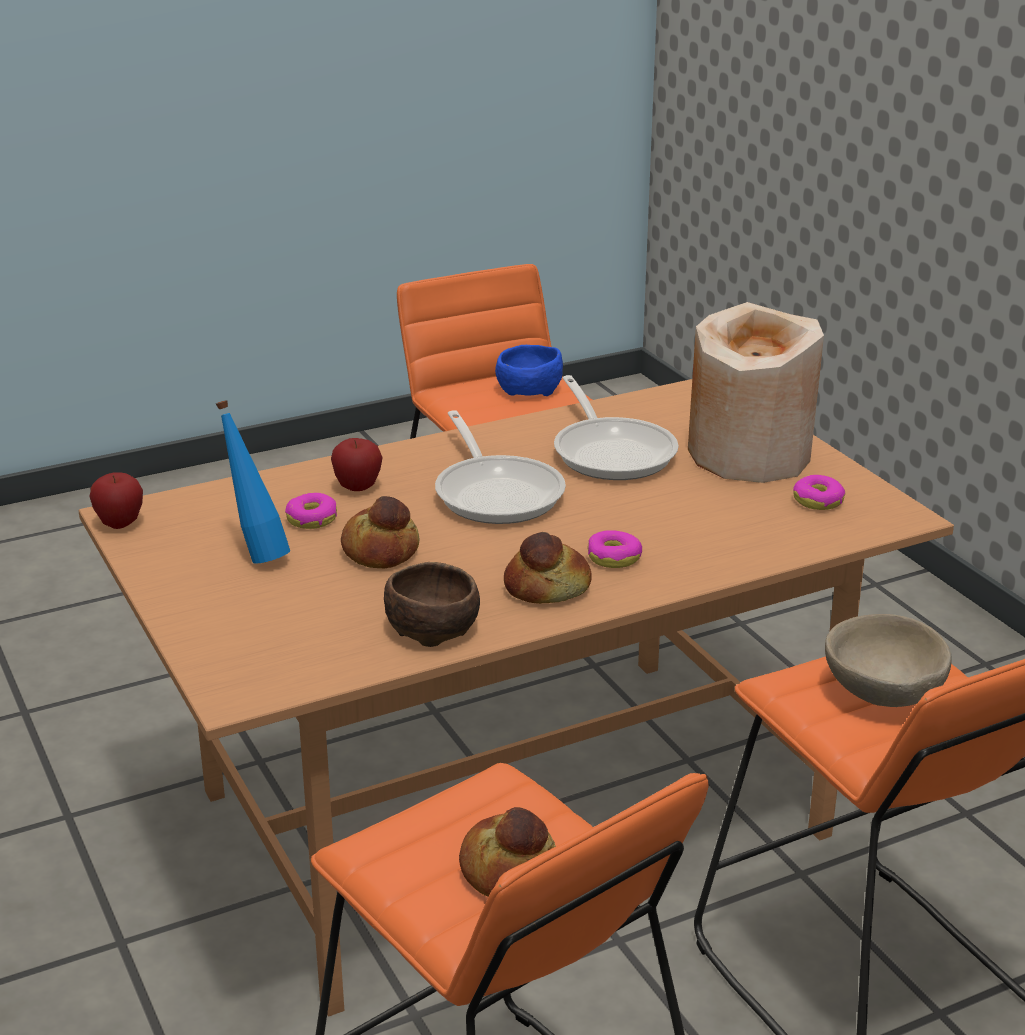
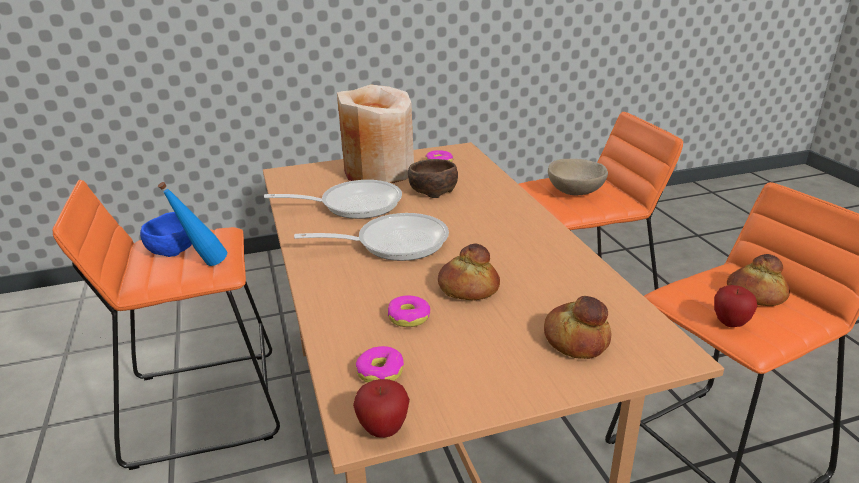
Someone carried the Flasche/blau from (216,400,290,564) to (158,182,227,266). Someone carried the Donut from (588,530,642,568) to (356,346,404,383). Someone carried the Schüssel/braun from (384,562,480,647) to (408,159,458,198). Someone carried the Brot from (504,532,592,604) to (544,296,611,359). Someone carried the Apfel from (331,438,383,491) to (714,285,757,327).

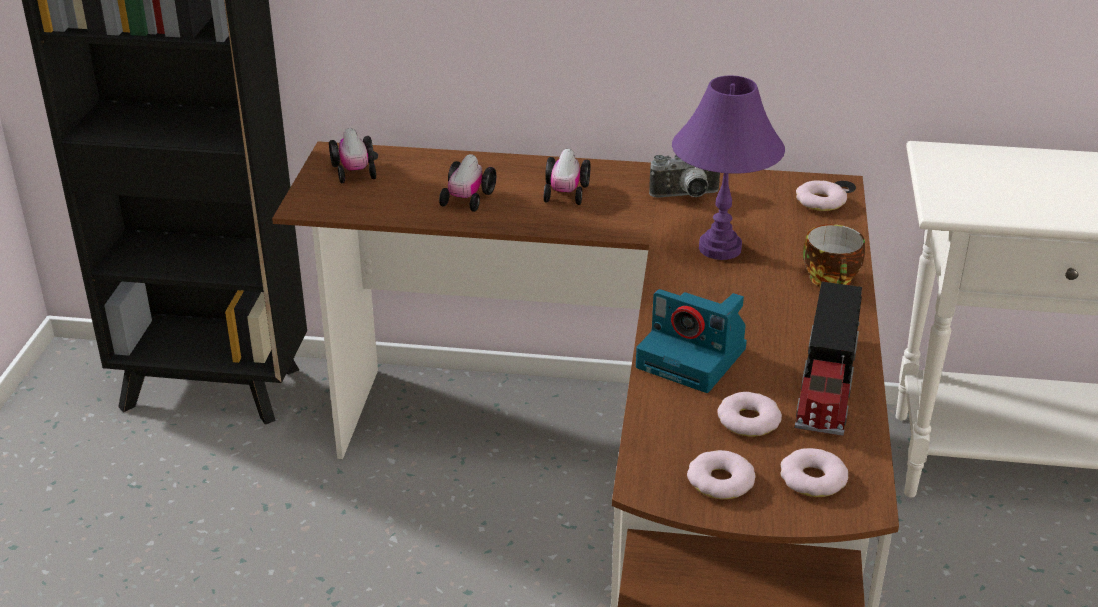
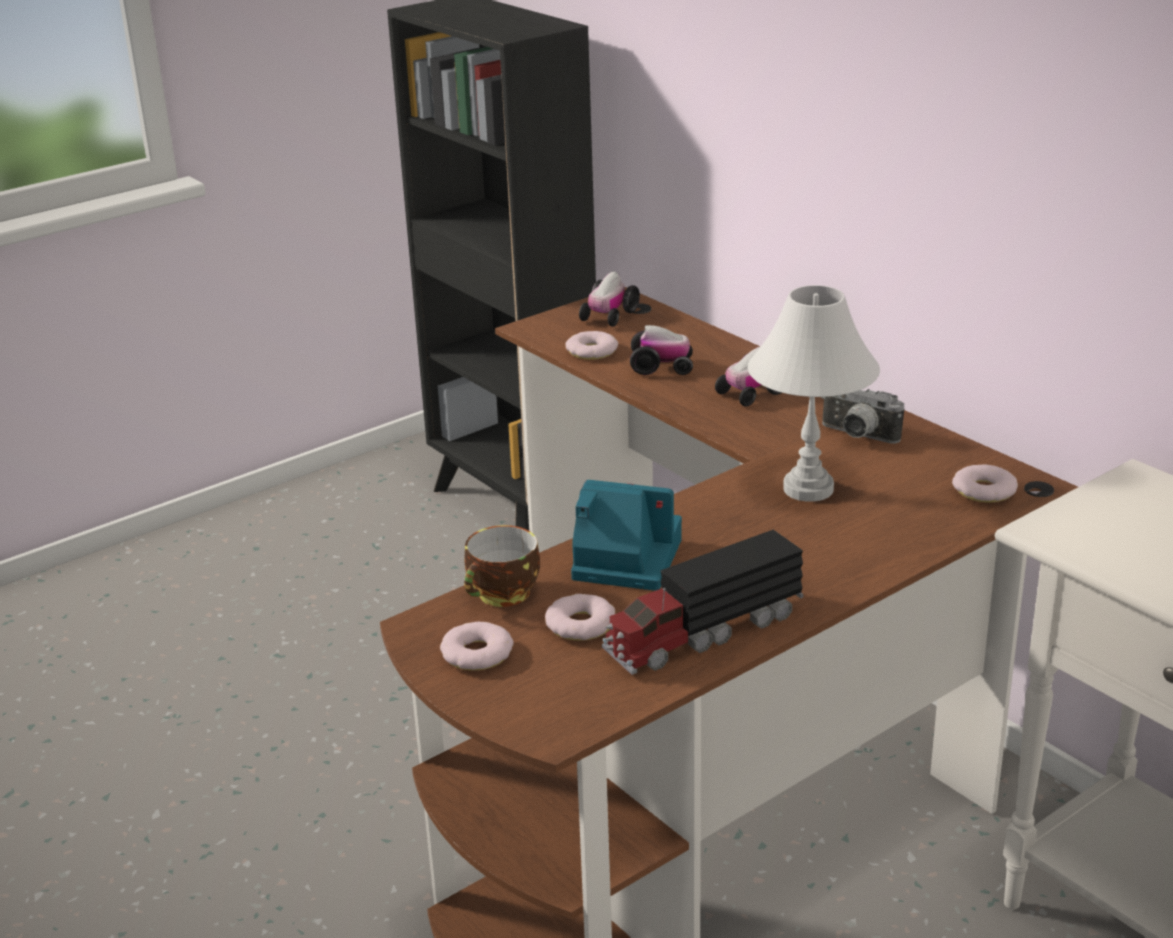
Someone carried the Tasse from (803,224,865,287) to (464,525,540,607). Someone carried the Donut from (781,448,848,497) to (565,331,618,360). Someone rotated the Kamera at (636,289,747,393) by 120 degrees clockwise. Someone rotated the Spielzeugauto at (439,154,497,212) by 150 degrees counterclockwise. Someone repainted the Tischlampe/lila at (672,76,785,260), which became the Tischlampe/weiß at (748,285,880,502).

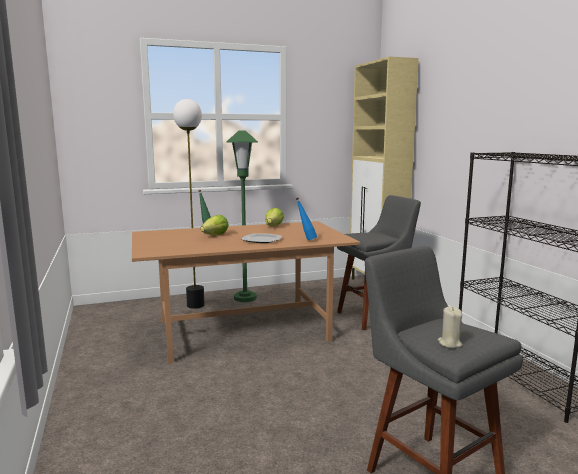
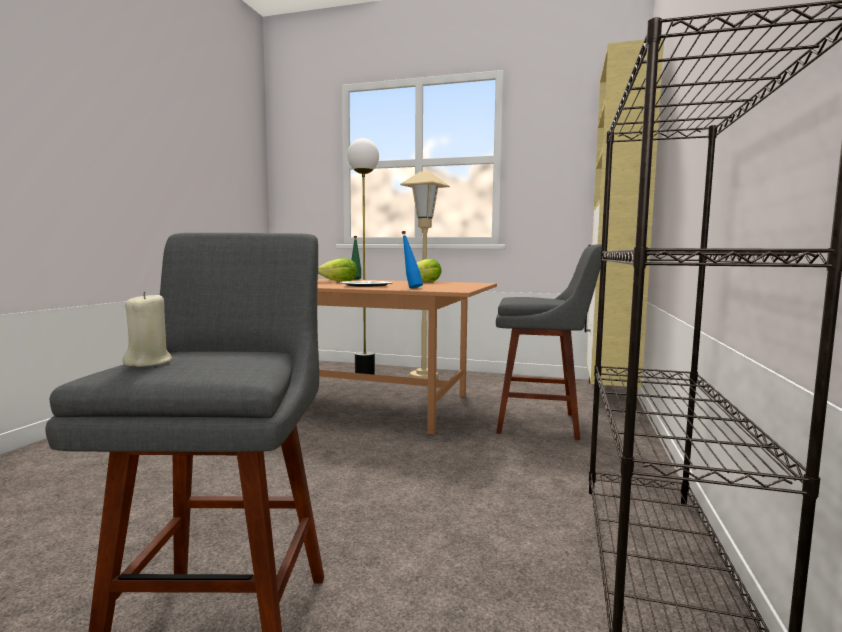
Someone repainted the Stehlampe/grün at (226,131,258,302), which became the Stehlampe/beige at (400,171,450,379).

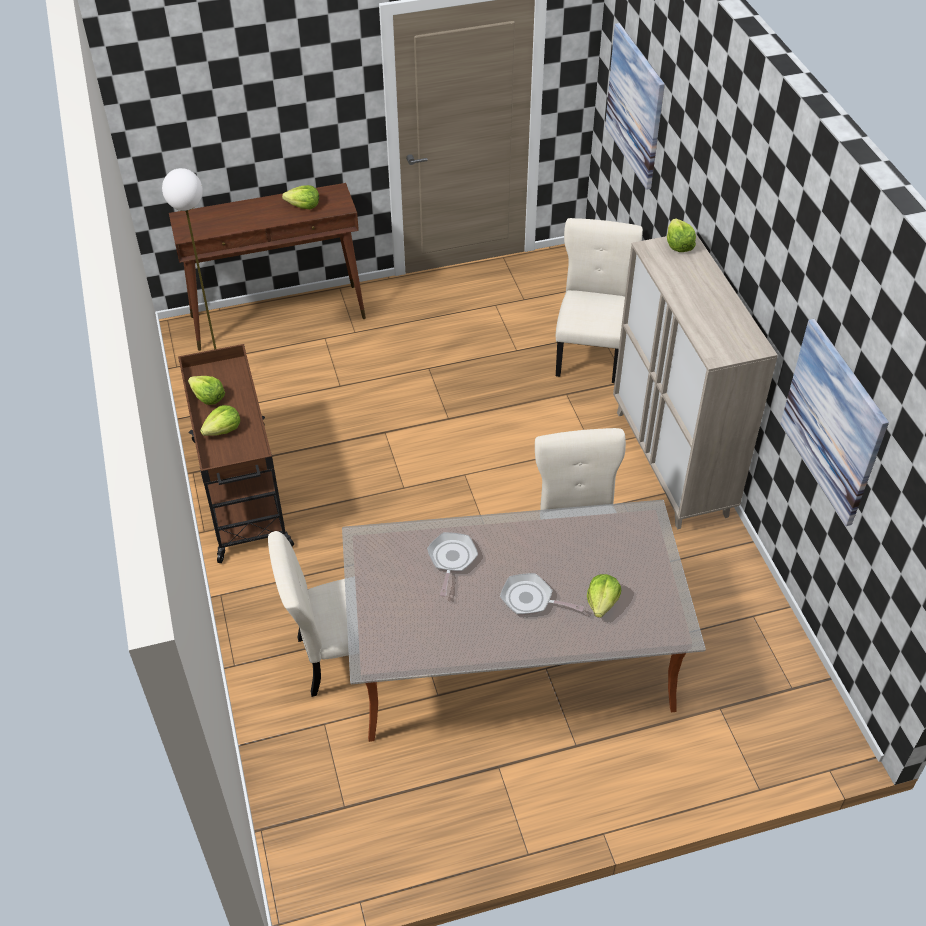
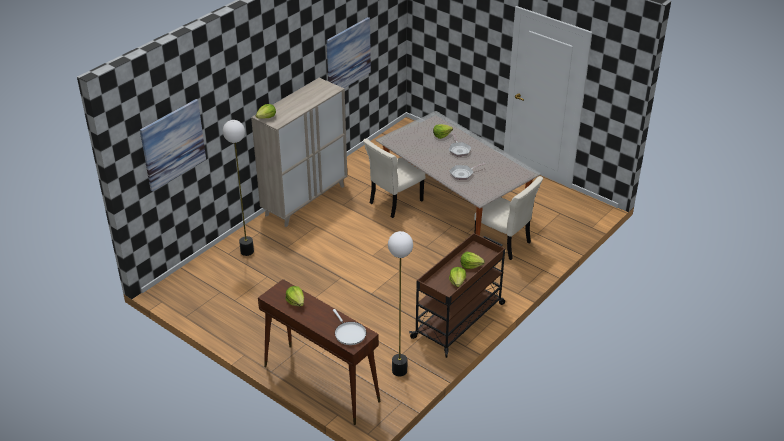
Someone swapped the Stuhl/beige at (556,218,643,383) for the Stehlampe at (223,120,254,256). Someone put down the Pfanne/weiß at (333,309,366,345).

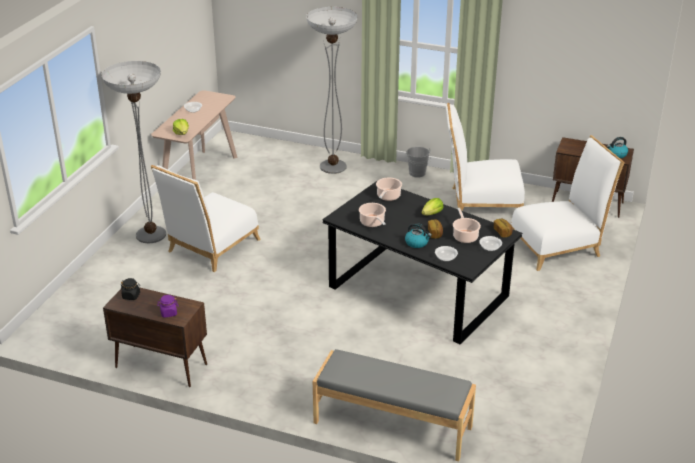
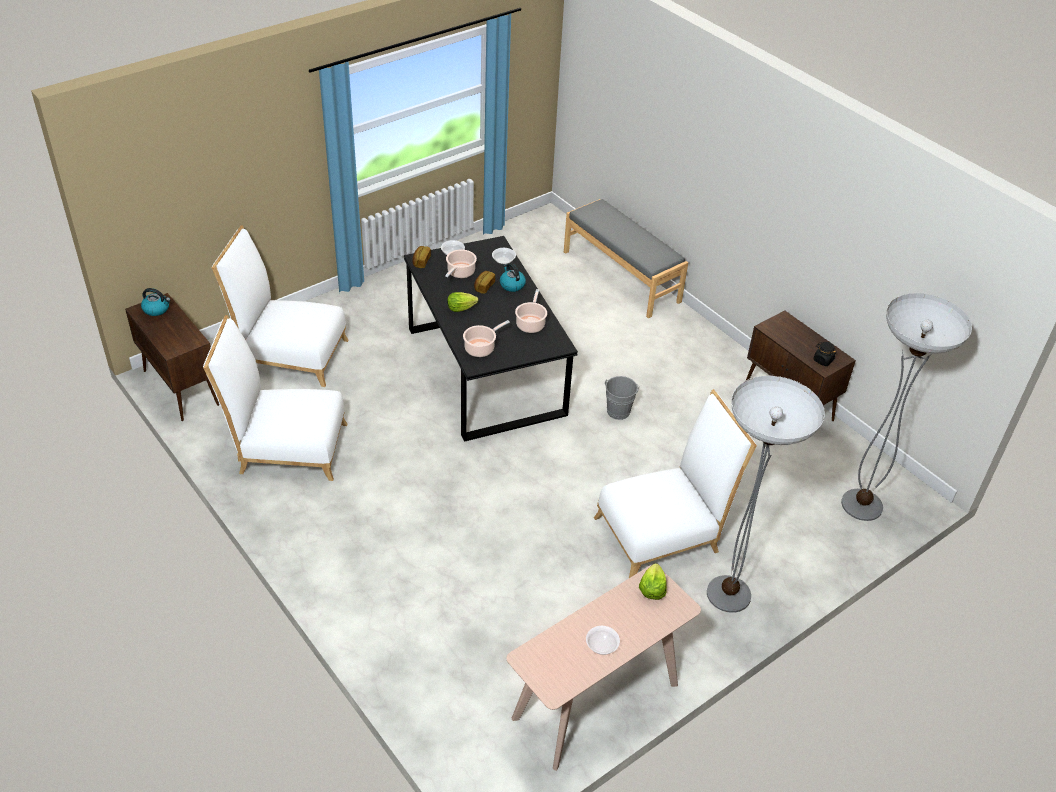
Someone rotated the Stuhl/weiß at (446,103,525,211) by 150 degrees clockwise. Someone carried the Eimer/grau from (406,146,431,178) to (605,376,639,420). Someone carried the Stehlampe from (306,7,358,174) to (841,293,972,521). Someone took away the Vorratsglas/lila at (157,295,178,318).

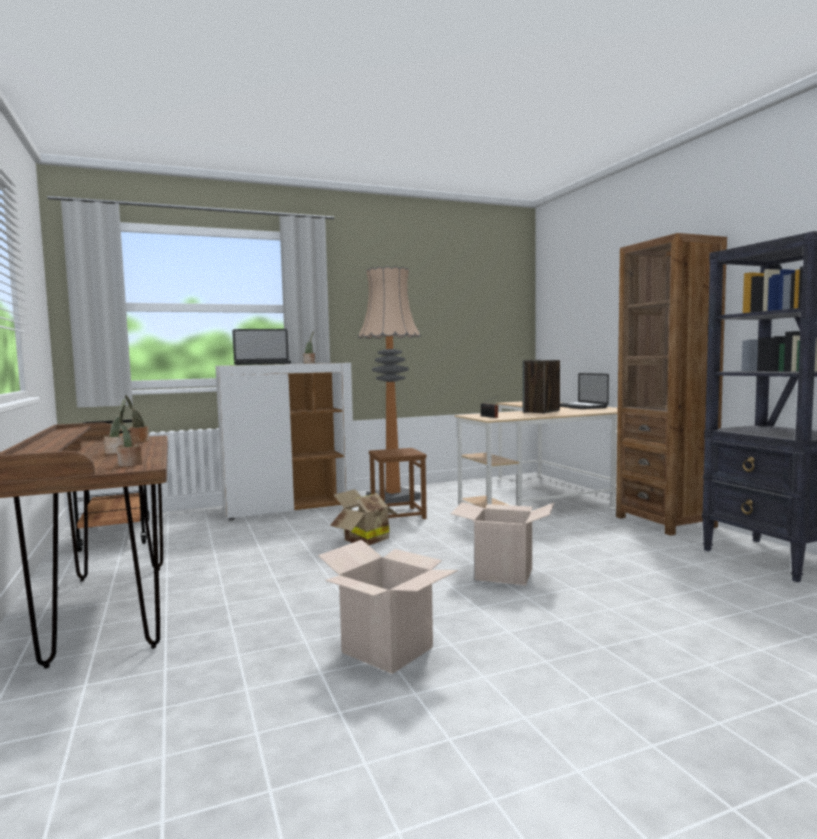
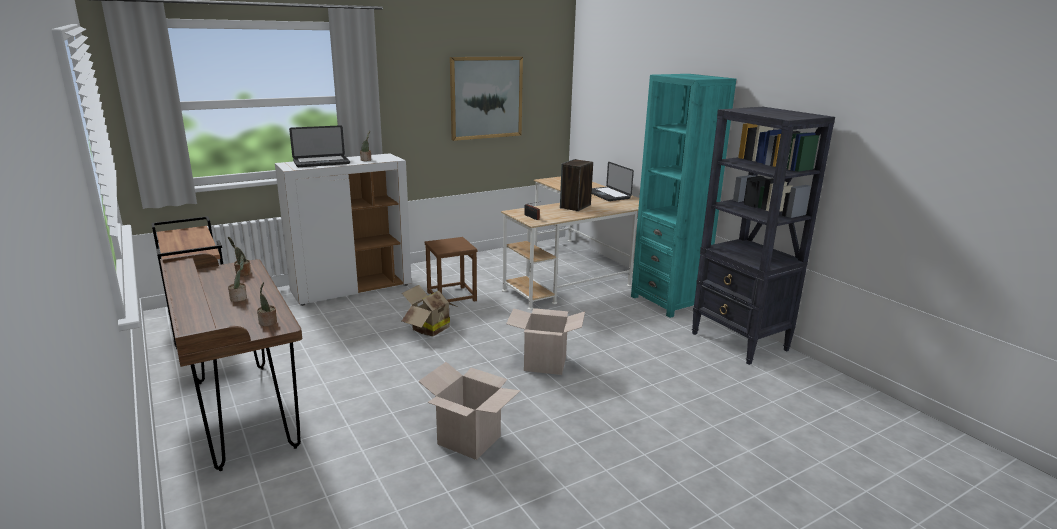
Someone put up the Bild at (450,56,523,141). Someone repainted the Bücherregal/braun at (616,233,727,535), which became the Bücherregal/türkis at (631,74,736,318). Someone took away the Stehlampe at (358,266,421,504).

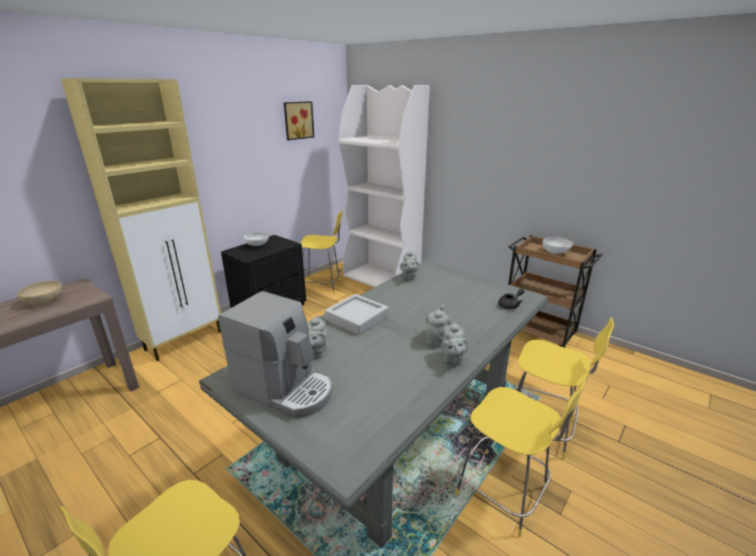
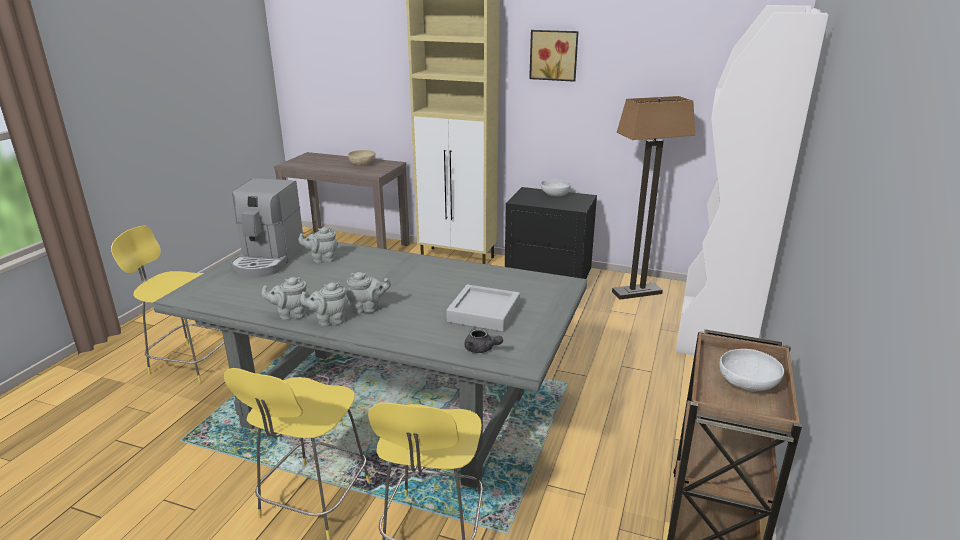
Someone carried the Teekanne/grau from (400,250,419,280) to (261,277,310,320). Someone carried the Tablett/grau from (325,294,389,335) to (446,284,520,332). Someone carried the Bild from (284,101,314,140) to (529,30,578,82). Someone swapped the Hocker/gelb at (300,210,342,295) for the Stehlampe at (612,96,695,300).

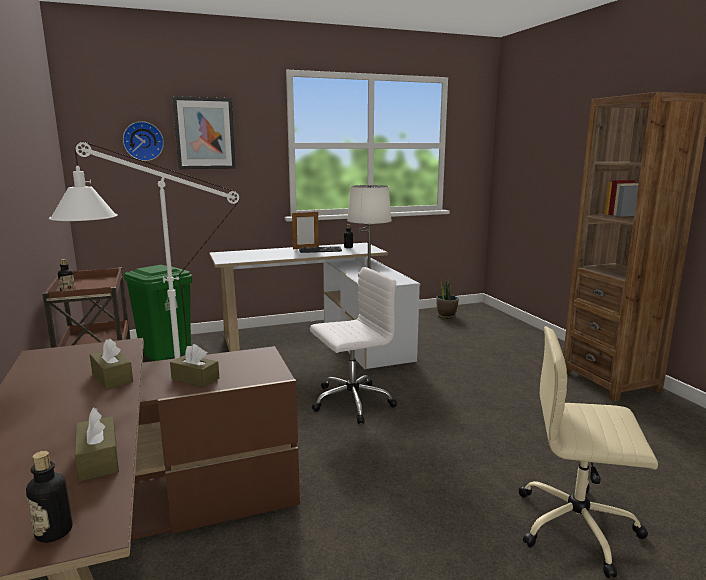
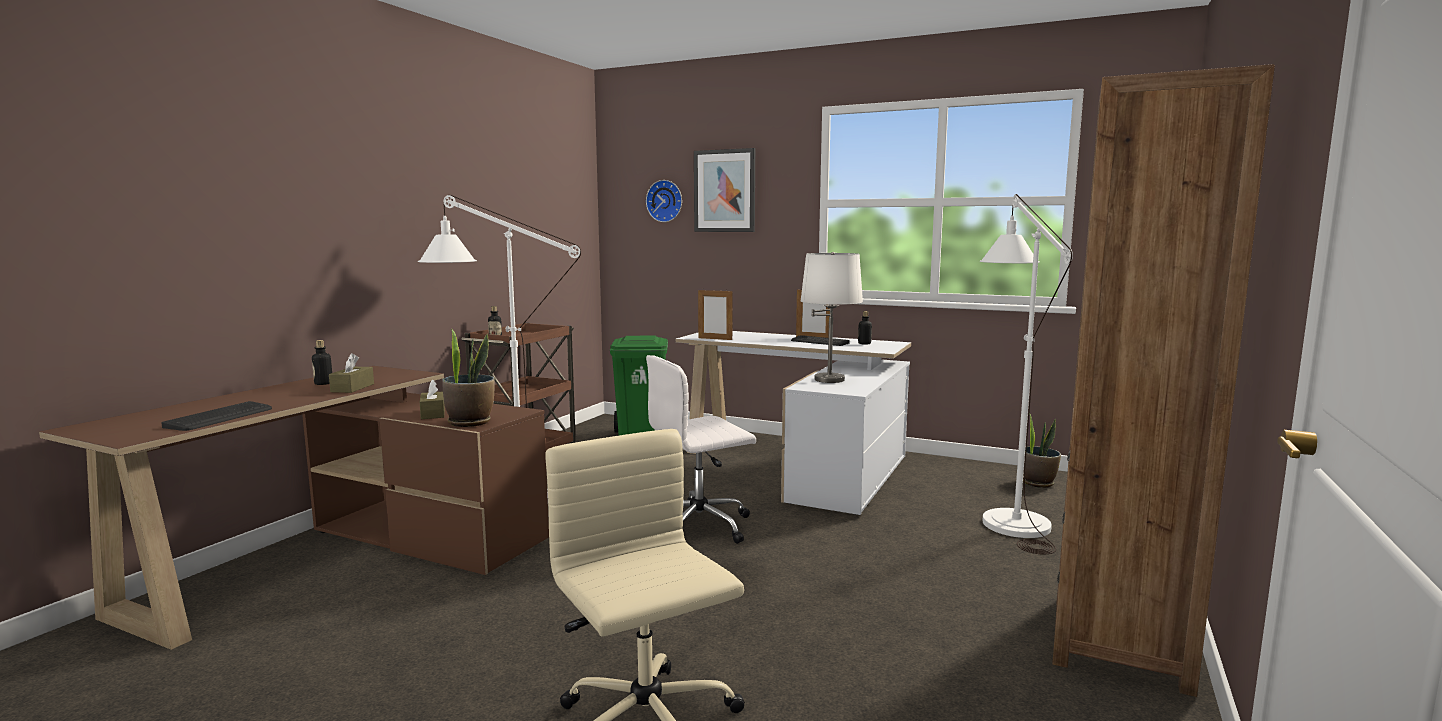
Someone swapped the Taschentuchbox/braun at (74,408,119,482) for the Tastatur at (161,401,272,431). Someone carried the Flasche from (26,451,73,543) to (312,340,332,385). Someone put down the Topfpflanze at (442,328,495,427). Someone rotated the Bürostuhl/weiß at (310,267,397,424) by 135 degrees clockwise. Someone put down the Bilderrahmen at (698,289,732,340). Someone put down the Stehlampe/weiß at (980,194,1073,555).

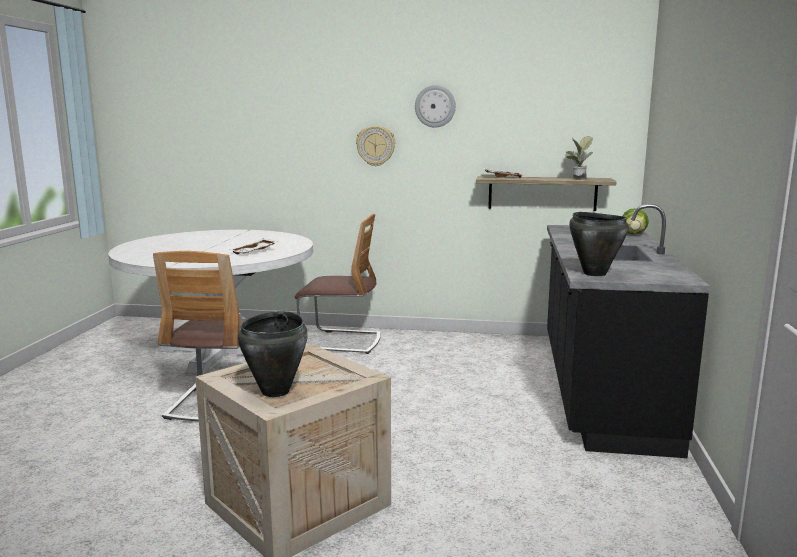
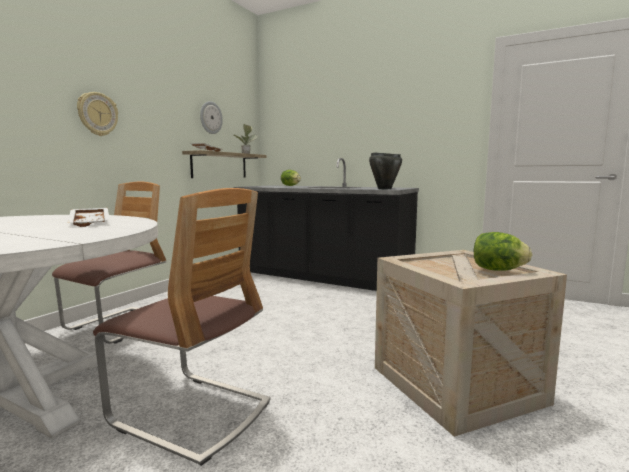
Someone carried the Wanduhr from (415,85,456,128) to (200,101,223,134). Someone swapped the Kochtopf/schwarz at (238,311,308,397) for the Salatkopf at (474,232,532,271).

